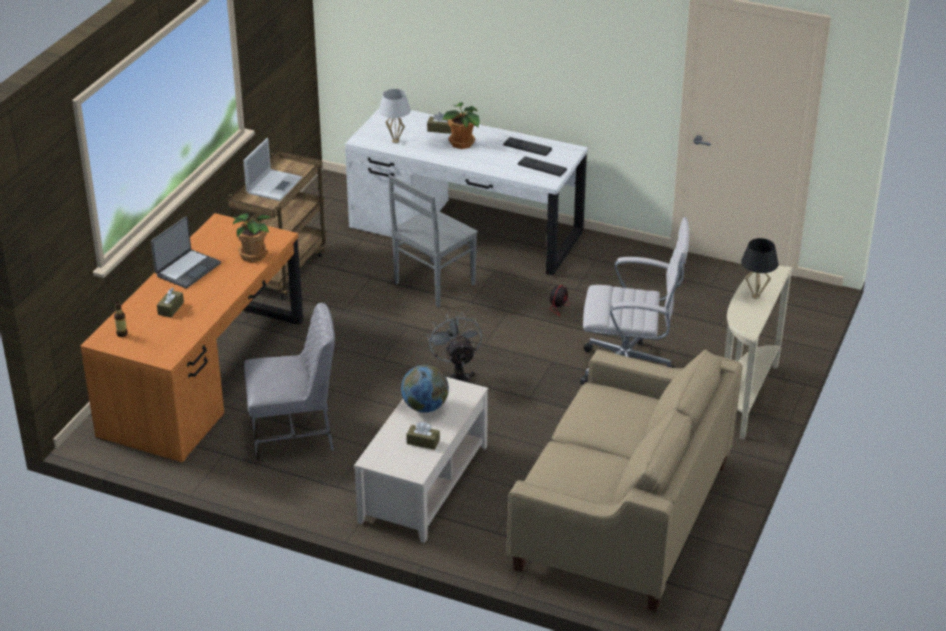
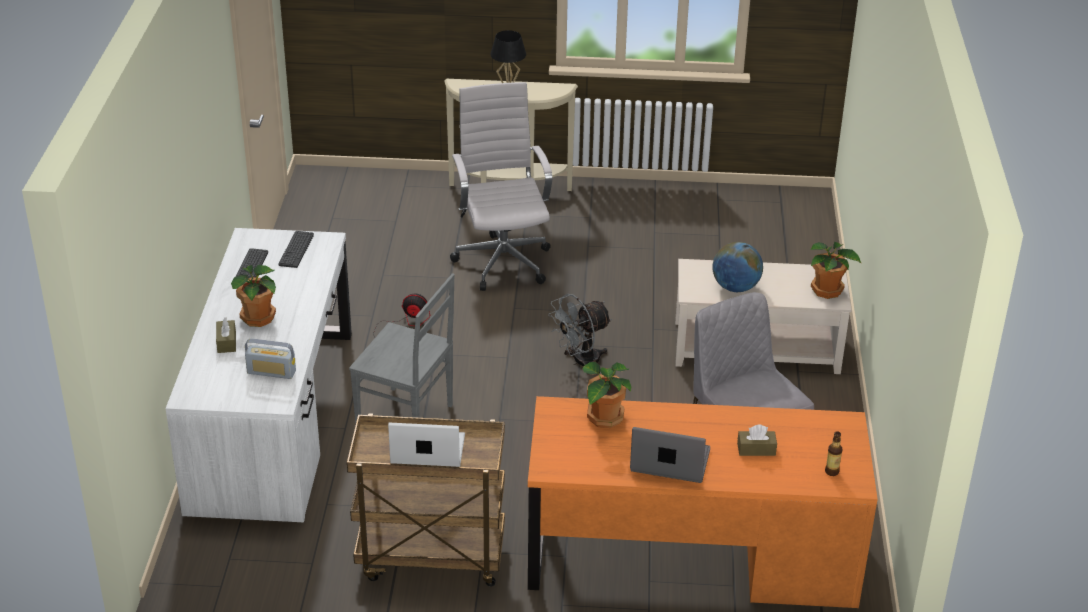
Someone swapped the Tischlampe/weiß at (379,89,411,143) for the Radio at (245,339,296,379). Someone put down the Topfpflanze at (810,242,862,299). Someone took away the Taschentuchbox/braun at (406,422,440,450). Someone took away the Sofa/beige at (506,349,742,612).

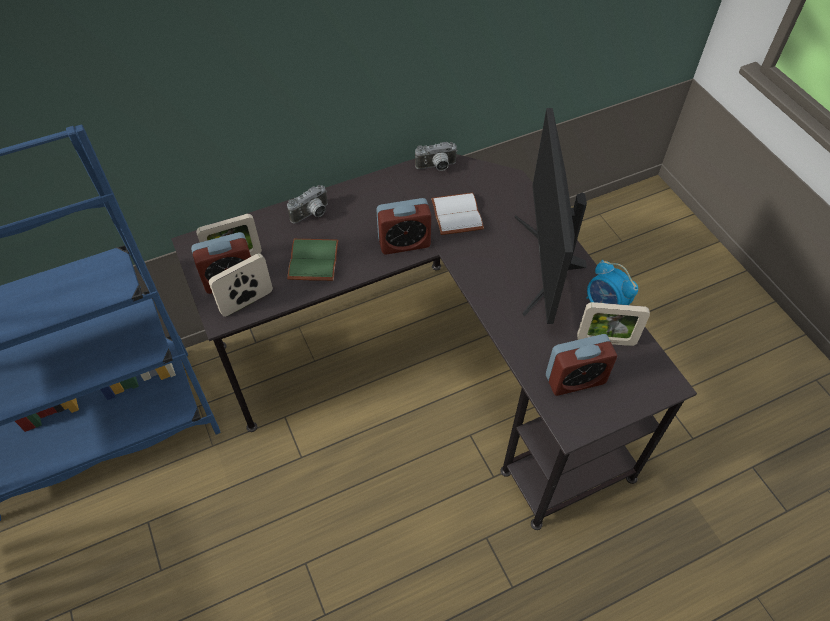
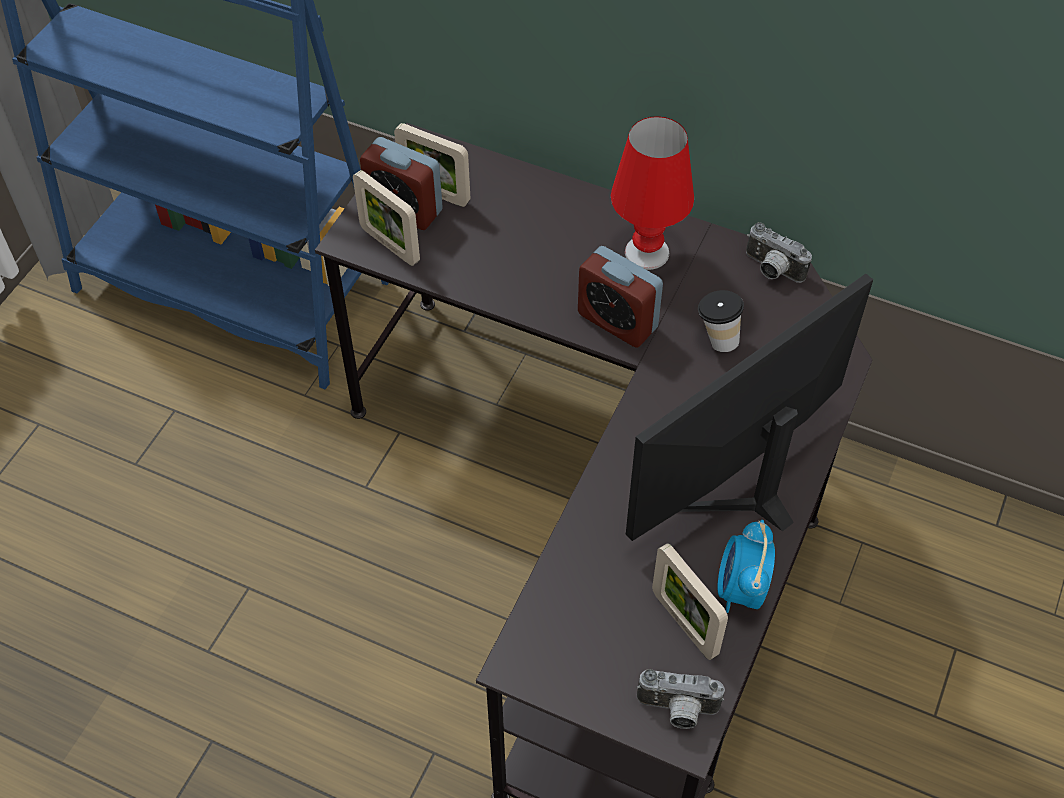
Someone rotated the Bilderrahmen at (209,253,273,317) by 150 degrees counterclockwise. Someone put down the Tischlampe/rot at (611,116,694,270). Someone carried the Kamera from (287,185,328,224) to (637,669,725,729). Someone swapped the Buch/weiß at (431,193,484,235) for the Tasse at (698,290,744,352). Someone took away the Buch/grün at (287,239,338,281). Someone took away the Wecker at (546,334,617,396).

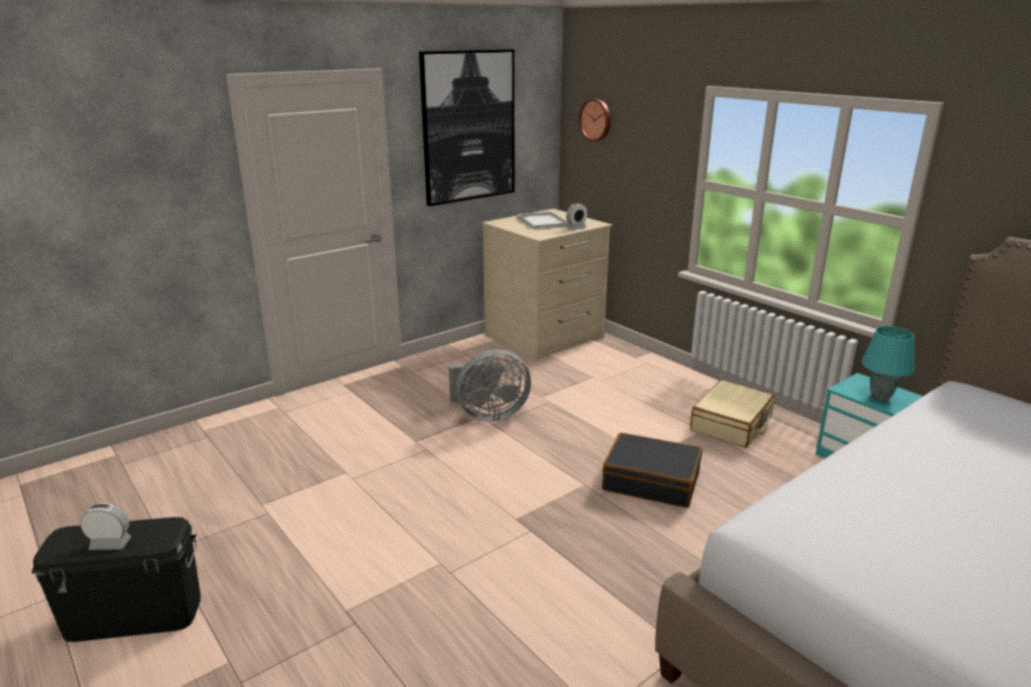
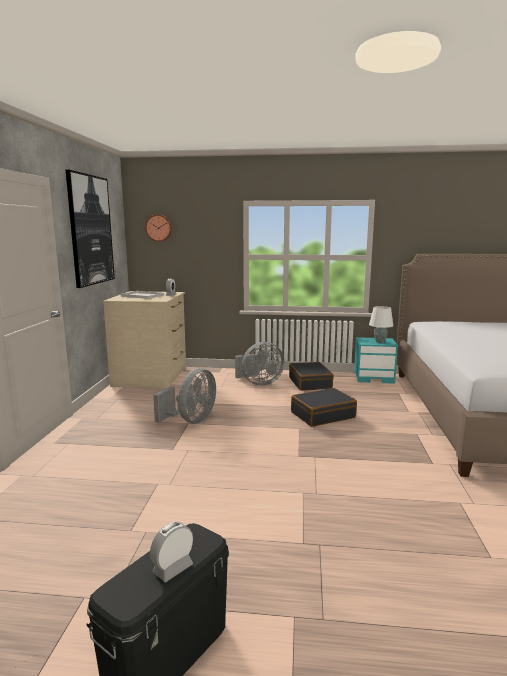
Someone put down the Ventilator/grau at (235,342,285,386). Someone repainted the Koffer/beige at (690,380,775,448), which became the Koffer/schwarz at (289,362,334,391). Someone repainted the Tischlampe/türkis at (861,326,915,401), which became the Tischlampe/weiß at (369,306,393,343).

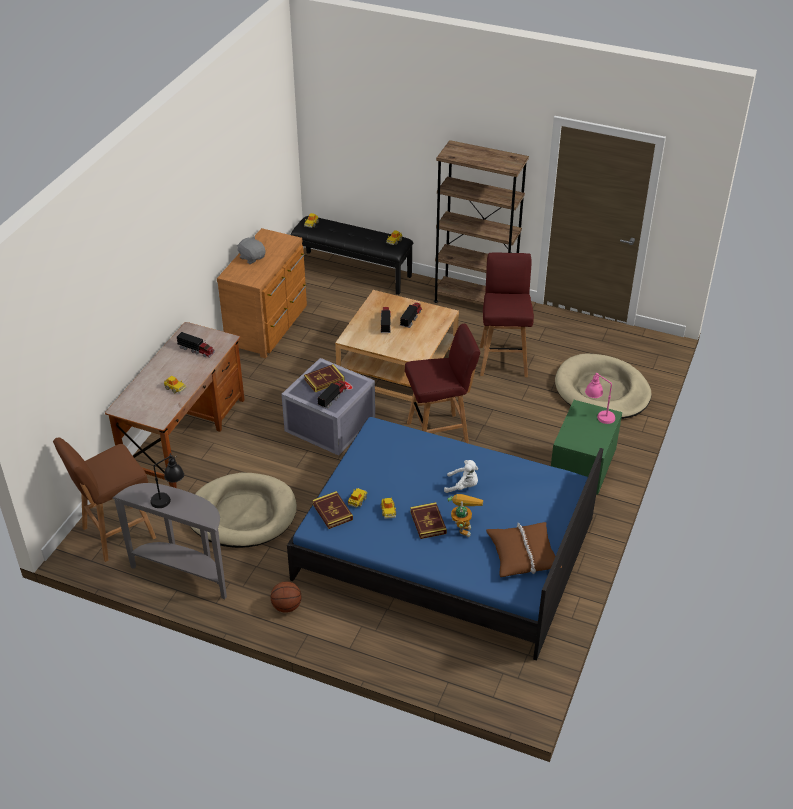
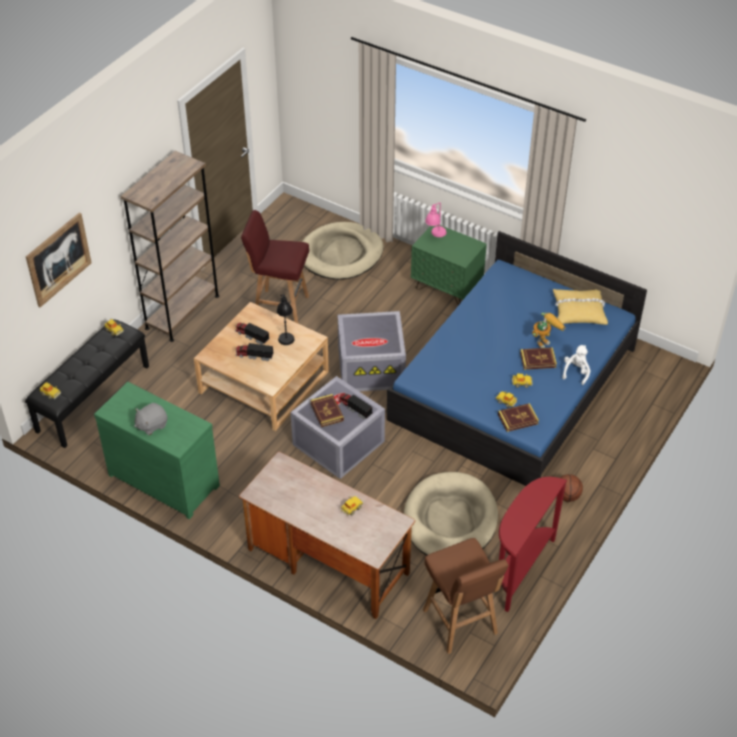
Someone put up the Bild at (26,212,92,307). Someone repainted the Kommode/braun at (217,228,307,358), which became the Kommode/grün at (94,382,220,519). Someone carried the Tischlampe/schwarz from (150,453,184,508) to (277,294,294,345). Someone swapped the Hocker/rot at (405,324,480,444) for the Aufbewahrungsbox/grau at (338,311,406,391). Someone repainted the Konsolentisch/grau at (113,483,227,599), which became the Konsolentisch/rot at (499,477,567,612). Someone rotated the Spielzeugroboter at (447,494,483,537) by 120 degrees clockwise. Someone repainted the Kissen/braun at (486,522,562,577), which became the Kissen/gelb at (553,289,608,325). Someone carried the Plüschtier/weiß from (444,460,478,493) to (562,345,590,385). Someone took away the Spielzeuglaster at (177,332,215,358).

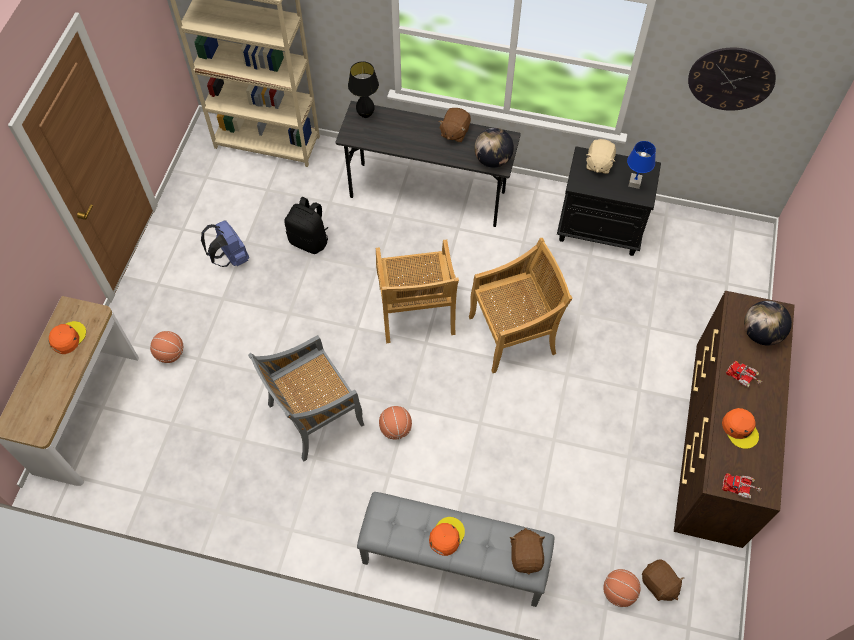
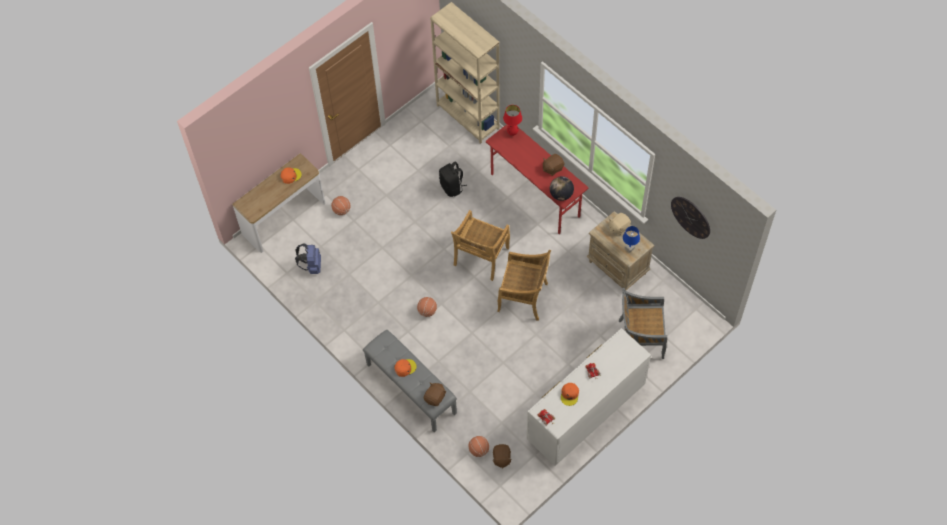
Someone carried the Rucksack/blau from (201,220,249,267) to (295,243,321,274). Someone repainted the Schreibtisch/grau at (336,101,521,227), which became the Schreibtisch/rot at (486,124,588,234). Someone repainted the Tischlampe/schwarz at (348,61,379,118), which became the Tischlampe/rot at (503,105,522,136). Someone repainted the Kommode/braun at (674,291,795,548), which became the Kommode/weiß at (527,328,651,466). Someone repainted the Nachttisch/schwarz at (557,146,661,256), which became the Nachttisch/beige at (586,211,654,290). Someone carried the Stuhl/grau from (248,335,364,462) to (619,287,667,359). Someone took away the Globus at (744,301,792,345).

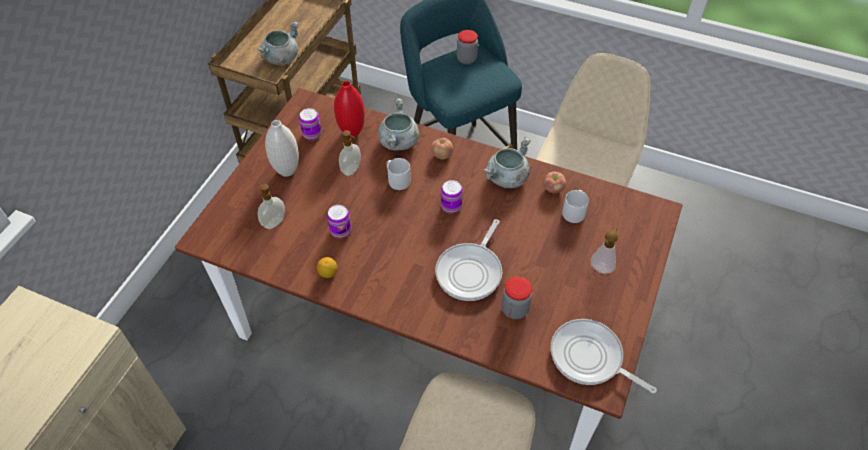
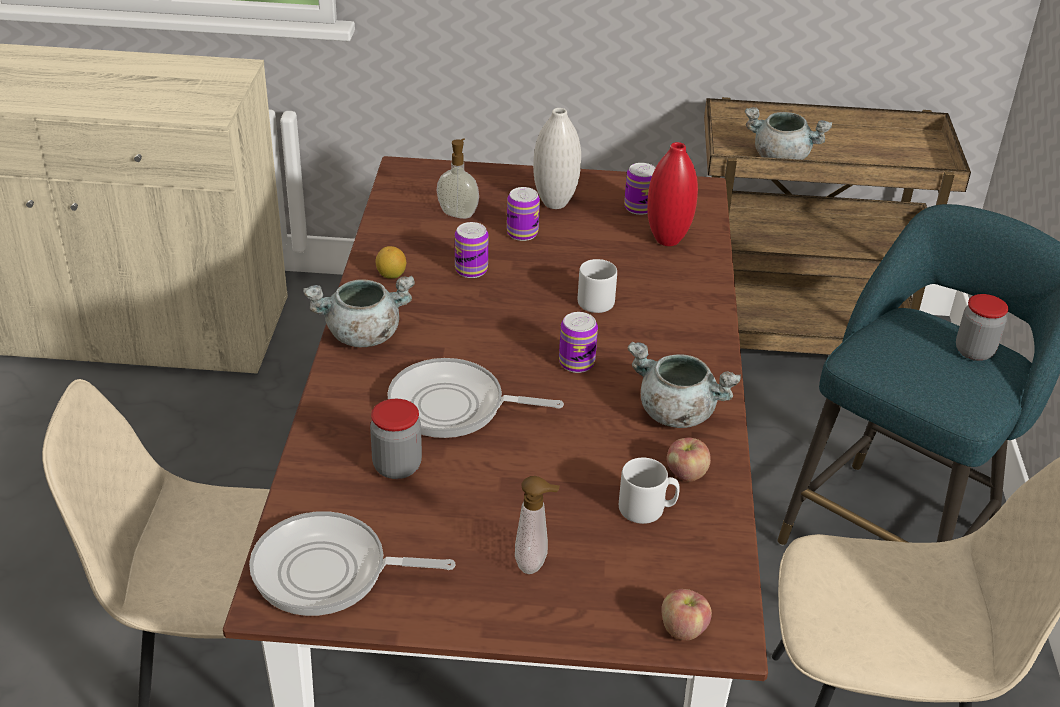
Someone rotated the Pfanne at (550,319,657,394) by 105 degrees counterclockwise. Someone carried the Kochtopf/grau from (378,98,419,150) to (303,275,415,347). Someone put down the Dose at (507,187,540,241). Someone carried the Apfel from (431,138,453,159) to (661,589,712,640). Someone took away the Seifenspender at (339,130,361,176).

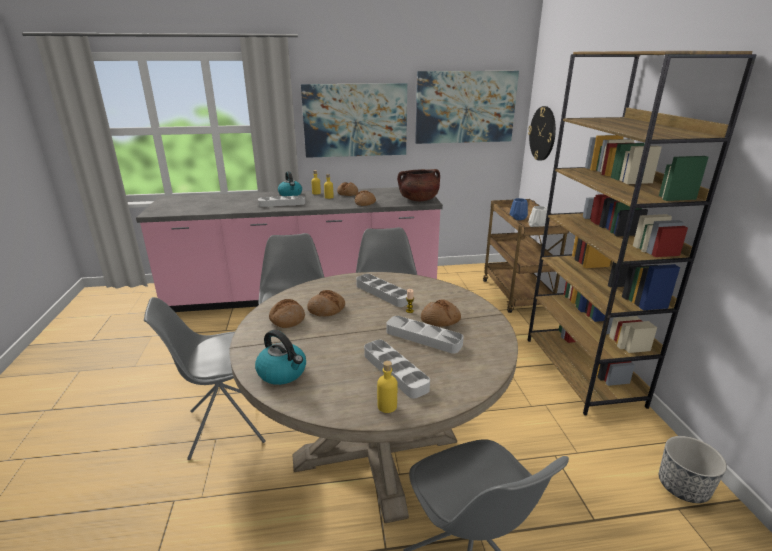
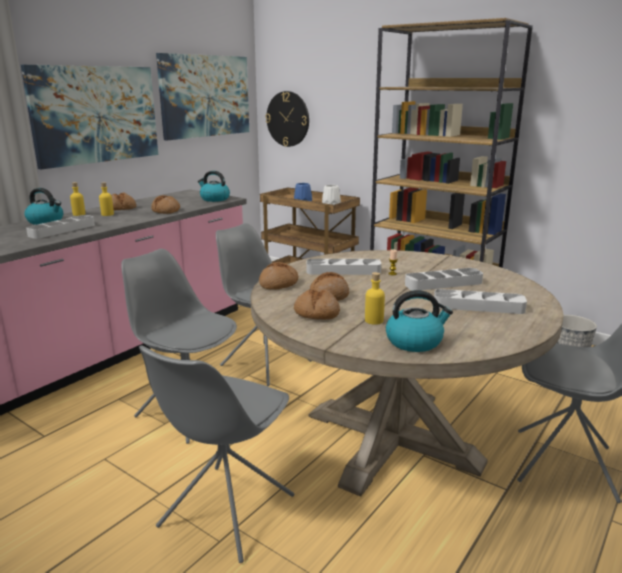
Someone swapped the Kochtopf/braun at (397,169,440,201) for the Wasserkessel at (198,171,230,202). Someone carried the Brot from (421,299,461,327) to (259,262,299,289). Someone carried the Flasche/gelb from (377,361,397,413) to (365,272,385,325).

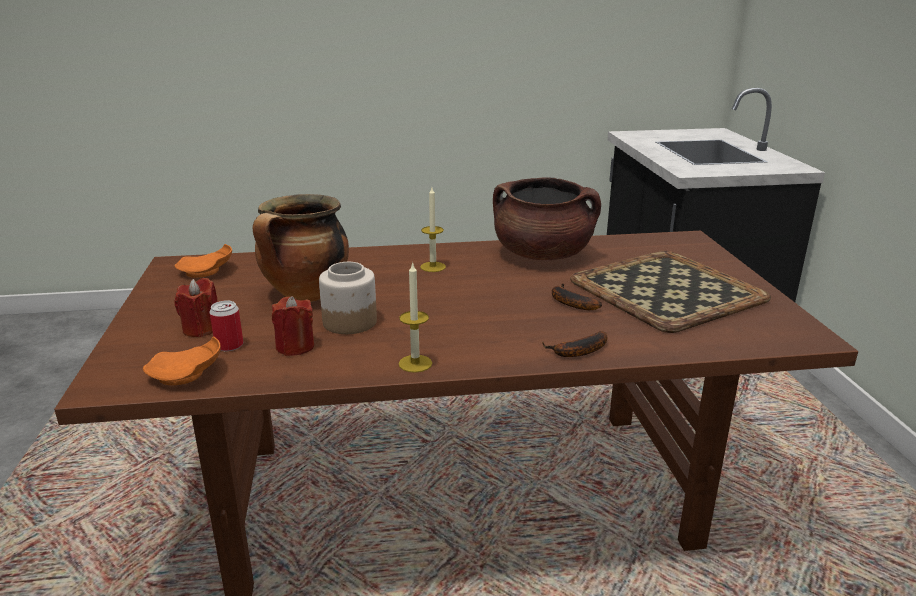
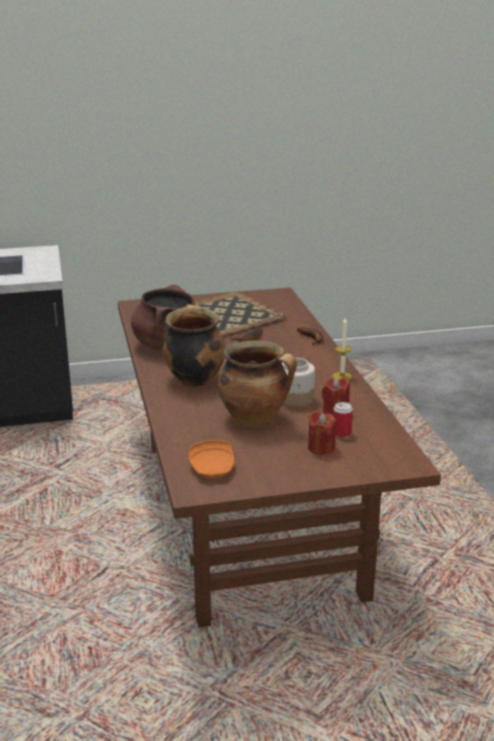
Someone swapped the Kerze at (420,187,446,272) for the Kochtopf at (162,305,226,387). Someone took away the Teller/orange at (143,337,221,385).

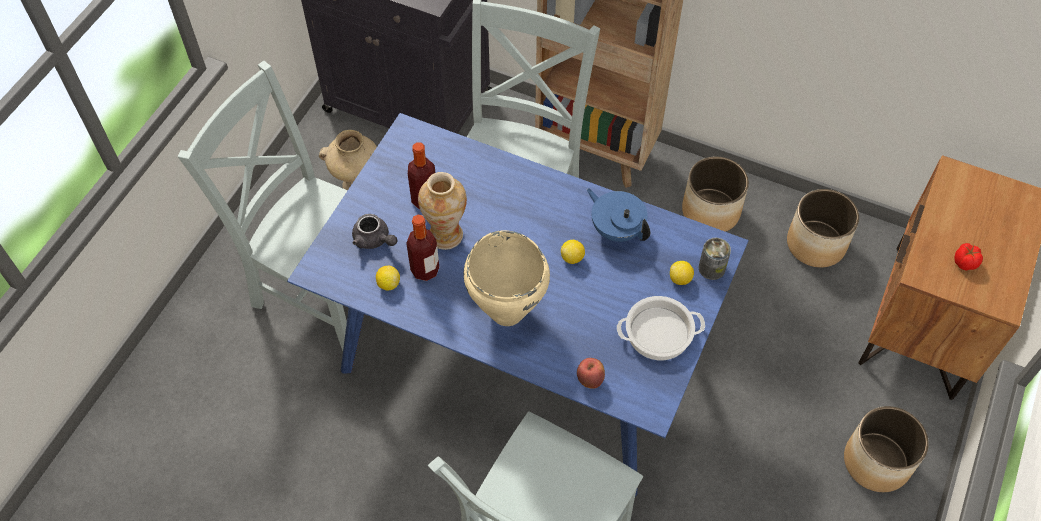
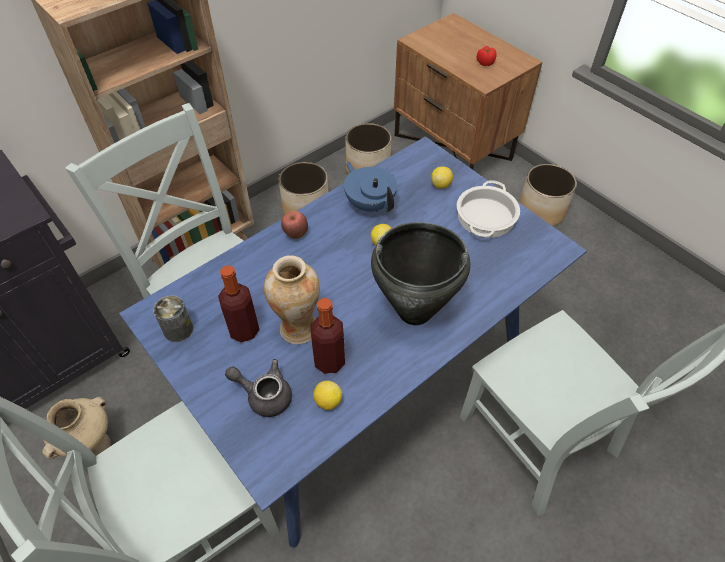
Someone carried the Dose from (699,238,731,280) to (153,295,193,342). Someone rotated the Teekanne/grau at (352,214,397,249) by 135 degrees counterclockwise. Someone carried the Apfel from (577,358,605,389) to (281,211,308,239). Someone rotated the Teekanne/blau at (587,189,650,242) by 75 degrees clockwise. Someone repainted the Kochtopf/beige at (464,231,550,326), which became the Kochtopf/schwarz at (371,222,470,325).

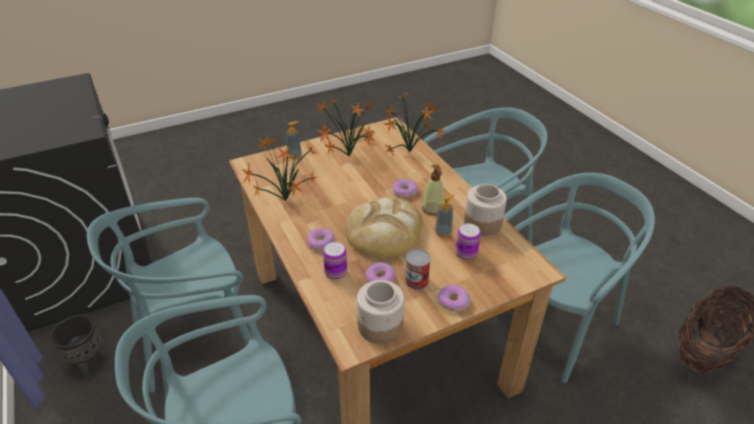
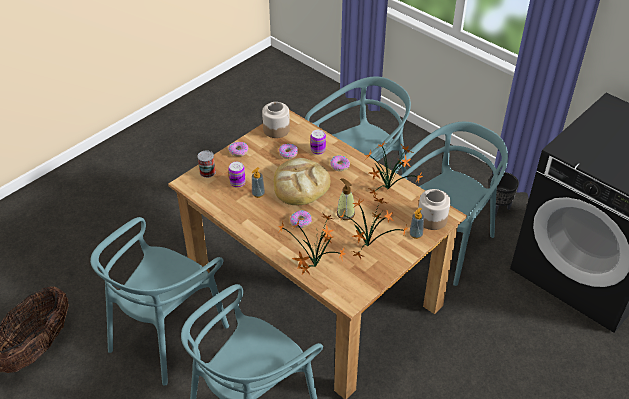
Someone carried the Dose from (405,249,431,290) to (197,150,216,178). Someone carried the Seifenspender from (422,164,444,216) to (337,178,355,220). Someone carried the Vorratsglas from (464,184,507,236) to (418,189,451,230).

